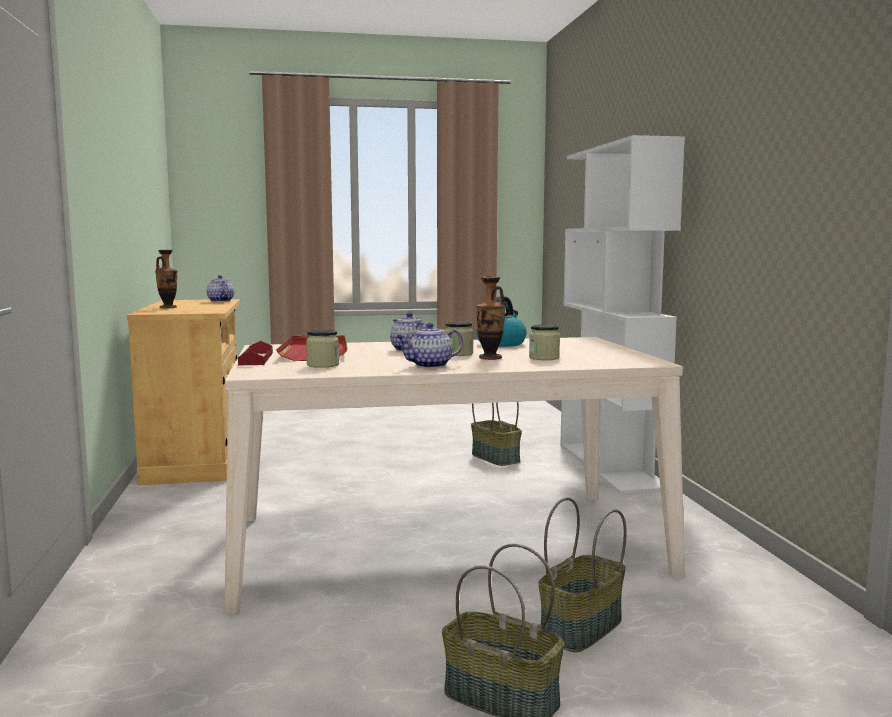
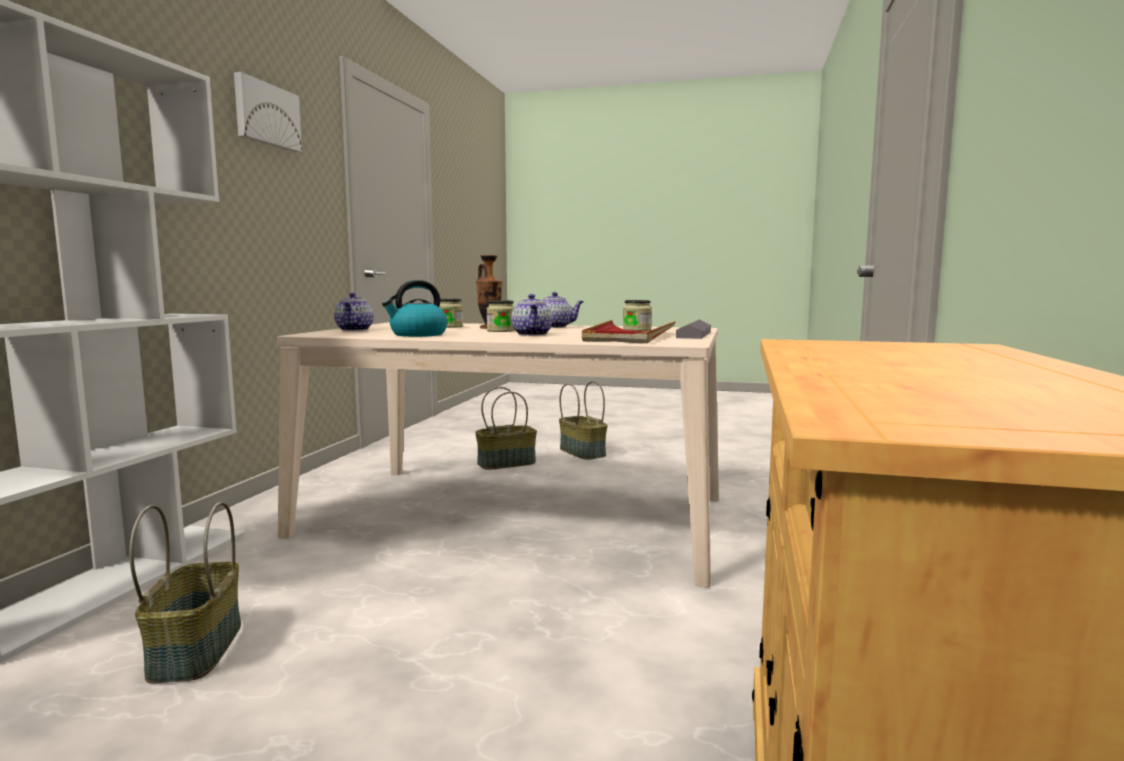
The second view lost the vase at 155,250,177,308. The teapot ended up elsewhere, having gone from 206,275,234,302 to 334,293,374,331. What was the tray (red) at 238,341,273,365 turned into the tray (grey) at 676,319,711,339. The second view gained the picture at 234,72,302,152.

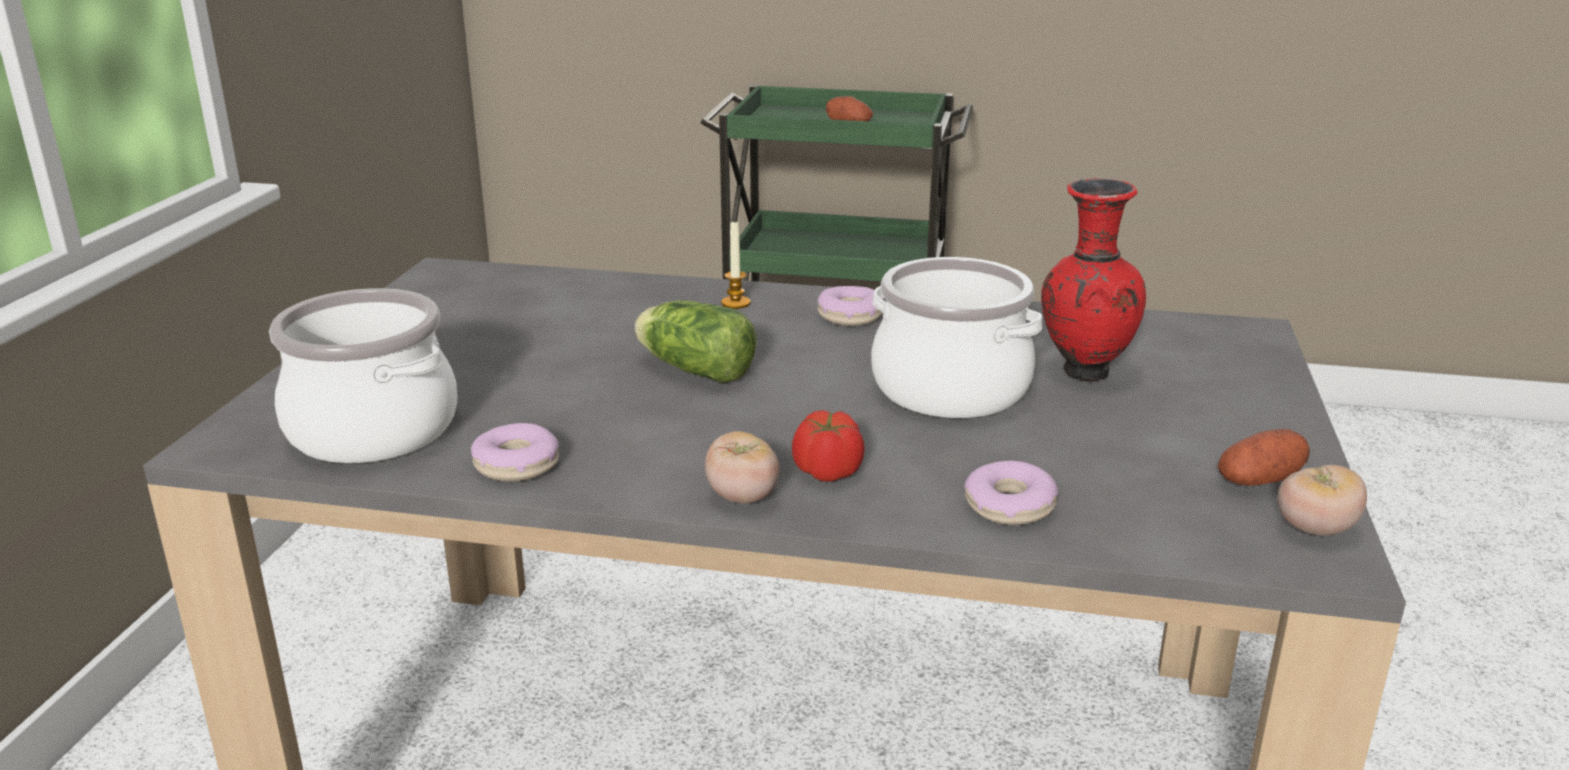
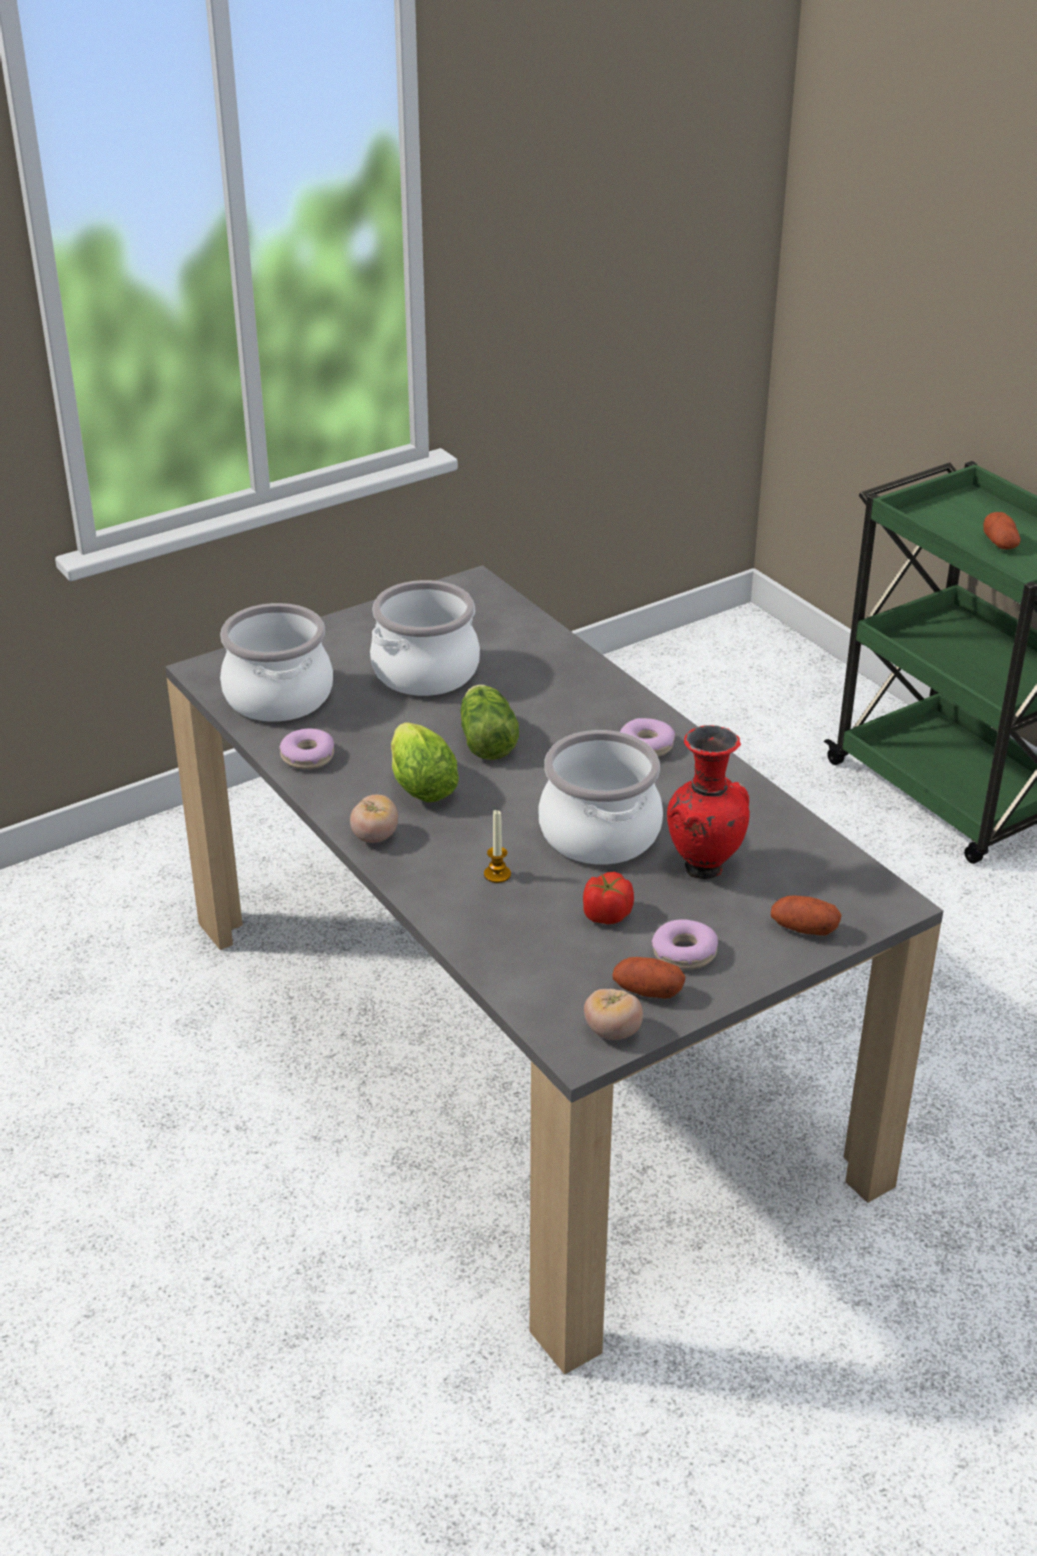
The candle ended up elsewhere, having gone from 721,219,751,309 to 484,810,511,883. The tomato ended up elsewhere, having gone from 792,410,865,482 to 583,872,634,924. The donut ended up elsewhere, having gone from 964,460,1058,525 to 651,919,718,970. The second view gained the cooking pot at 370,580,480,696. The second view gained the lettuce at 391,722,459,802. The second view gained the potato at 771,895,841,936.

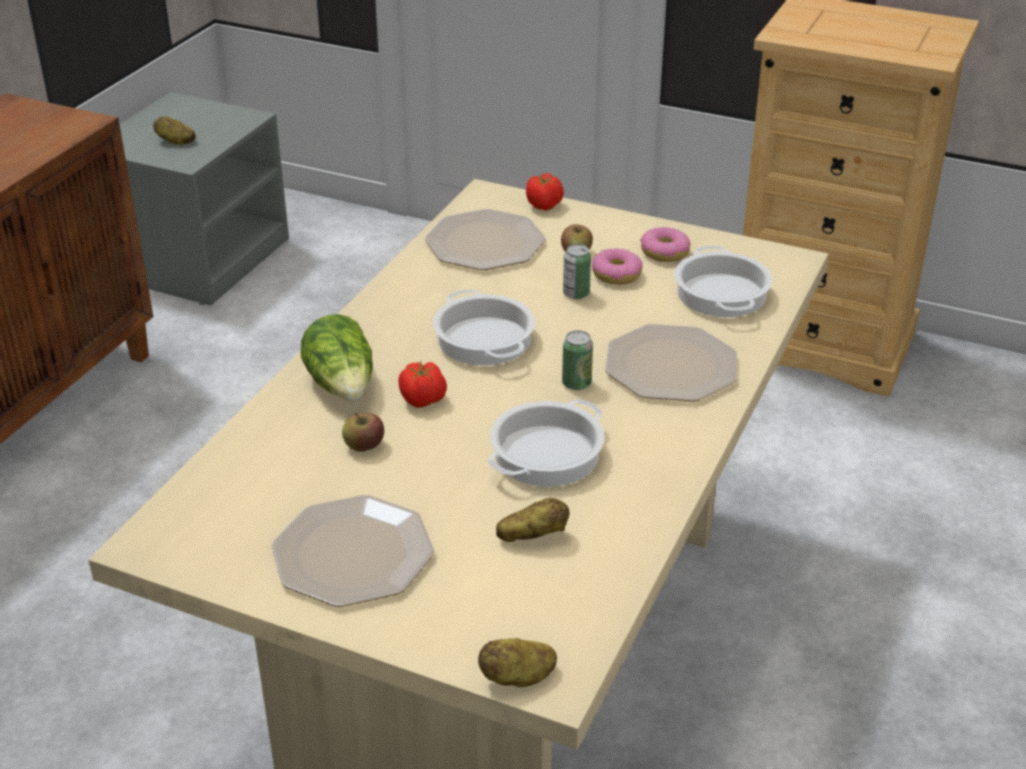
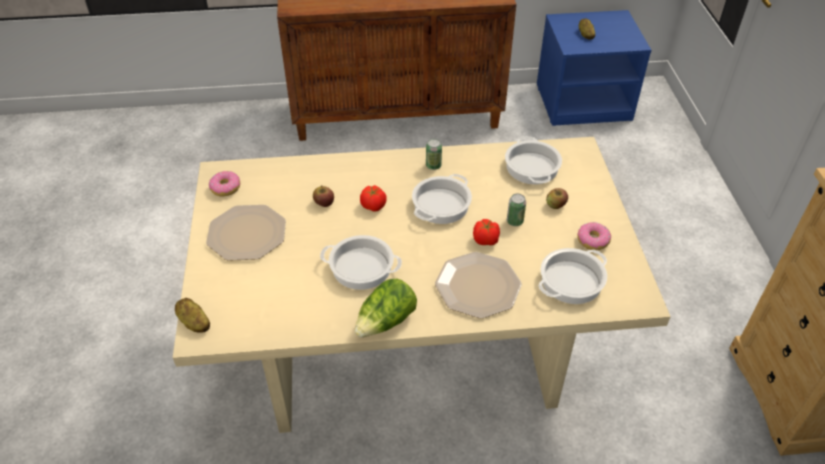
What was the nightstand (grey) at 120,92,289,306 turned into the nightstand (blue) at 537,10,651,126. The tomato ended up elsewhere, having gone from 526,173,564,211 to 473,219,500,246. Where the plate stood at 425,209,546,270, the cooking pot came to stand at 505,136,562,184. The donut ended up elsewhere, having gone from 592,248,643,284 to 209,171,240,196. The lettuce ended up elsewhere, having gone from 301,314,373,401 to 355,279,417,337. The can ended up elsewhere, having gone from 562,331,593,390 to 426,139,442,170. The second view lost the potato at 496,498,569,542.

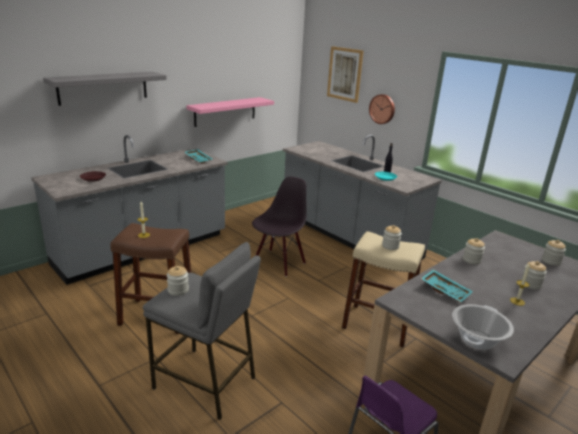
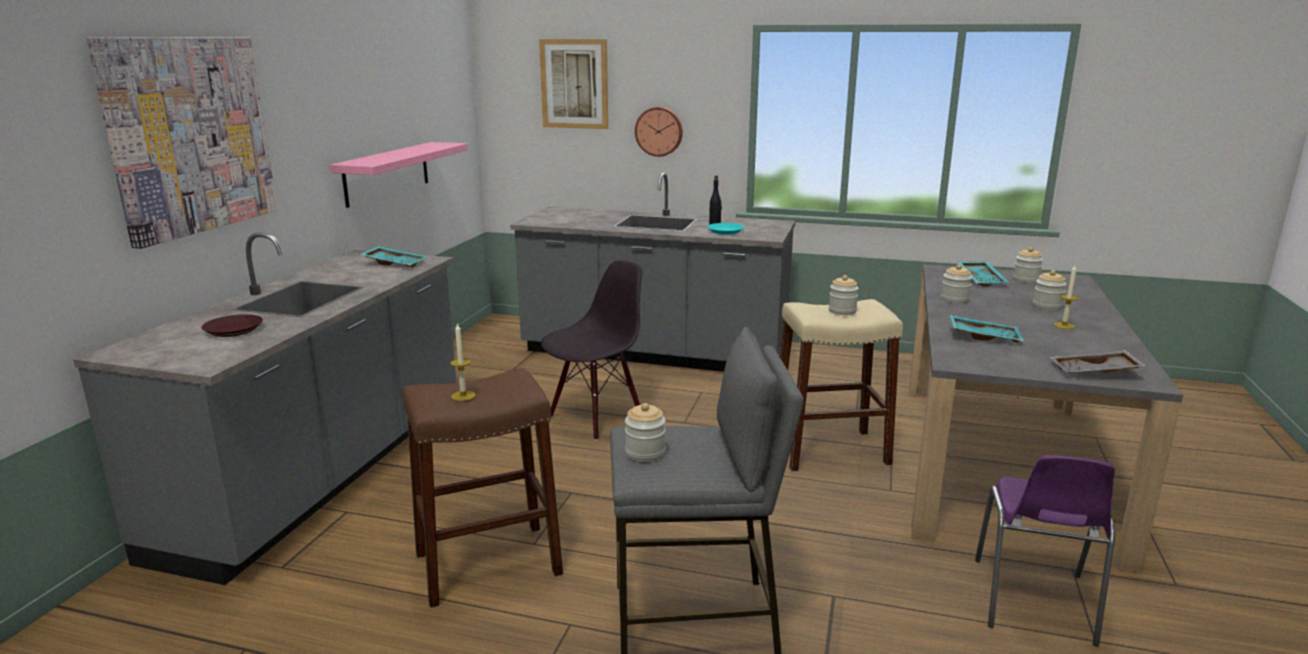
Where the shelf (grey) hung at 43,72,167,106, the picture came to hang at 86,37,278,249. The chair (black) at 252,177,307,277 ended up facing another way, 45 degrees clockwise from before. Where the cooking pot stood at 452,304,514,350, the tray (grey) came to stand at 1050,350,1147,374. The second view gained the tray (turquoise) at 957,261,1009,287.

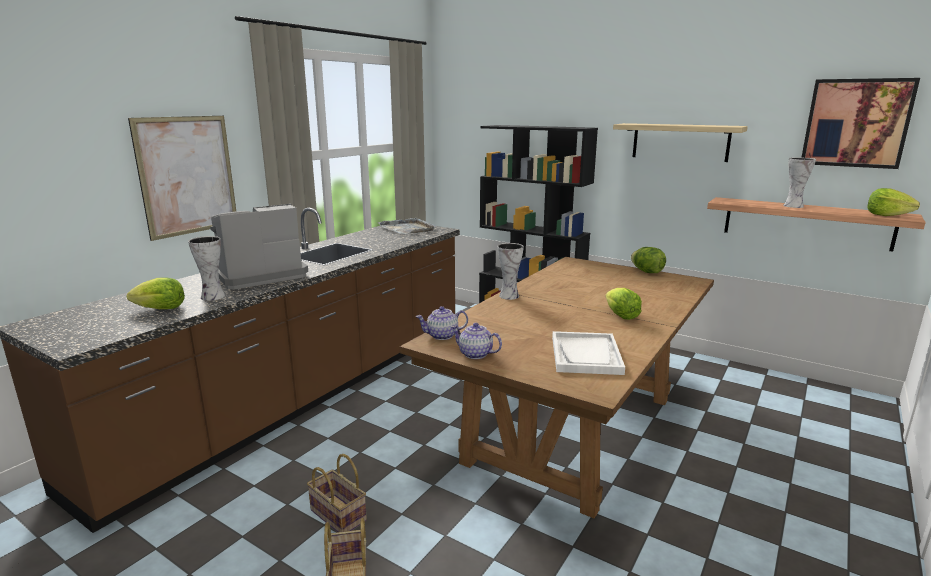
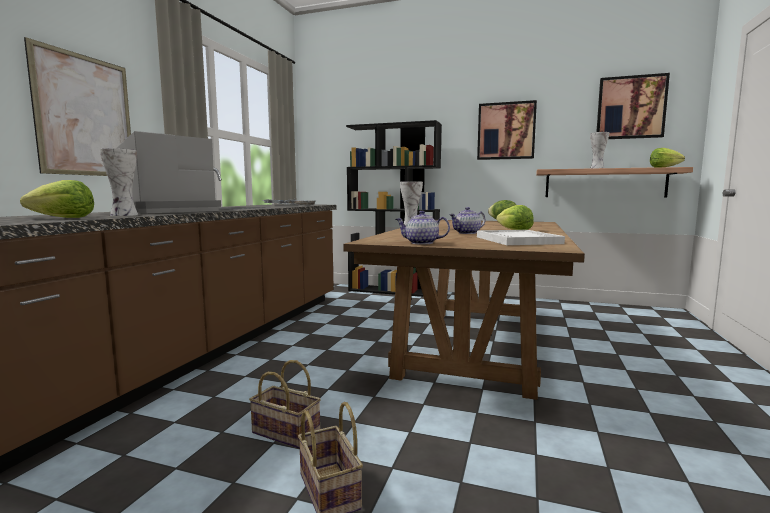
Where the shelf hung at 613,123,748,162, the picture came to hang at 477,100,537,160. The teapot ended up elsewhere, having gone from 416,306,468,340 to 449,207,486,234.

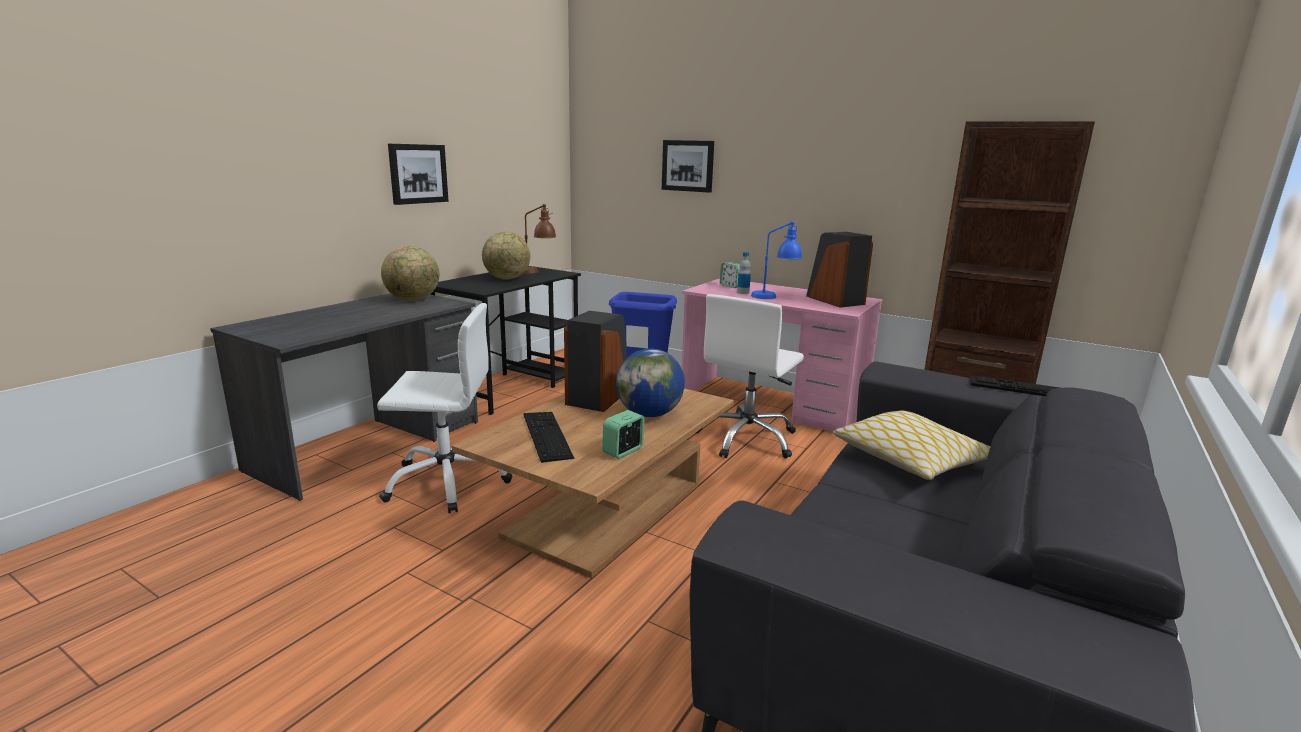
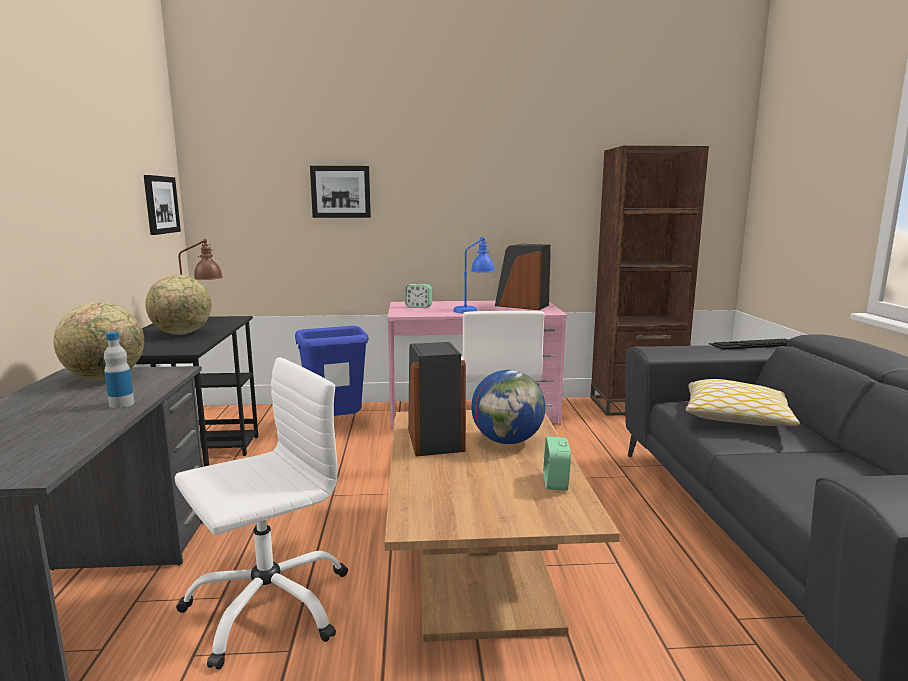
The picture ended up elsewhere, having gone from 388,144,449,205 to 144,175,181,235. The bottle ended up elsewhere, having gone from 737,252,751,294 to 104,332,134,408. The second view lost the keyboard at 524,412,574,463.

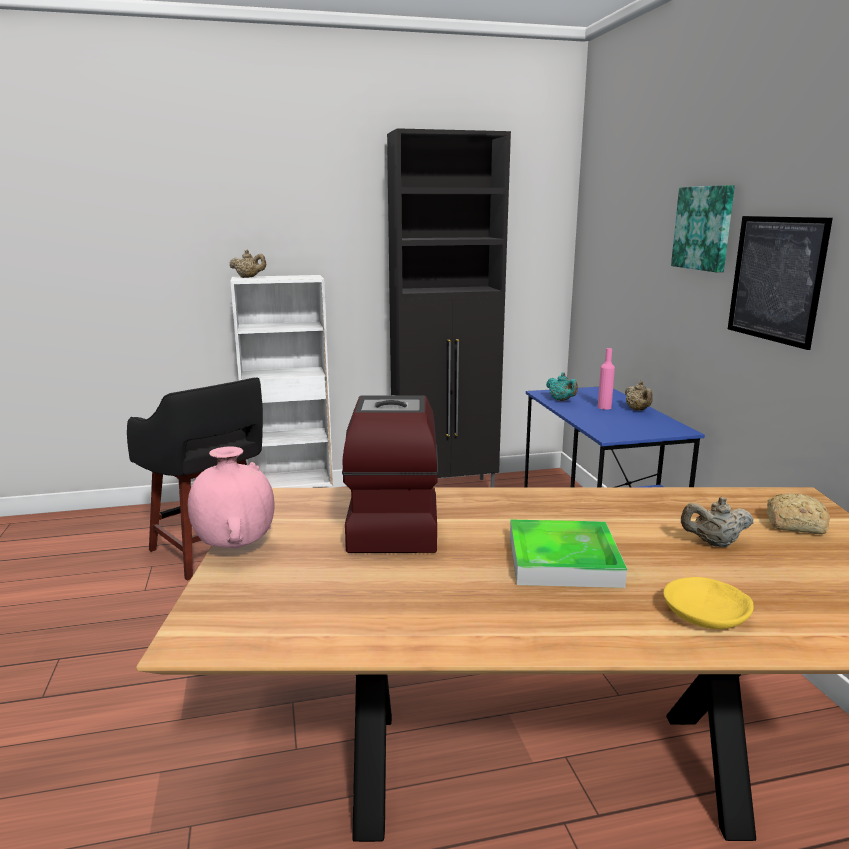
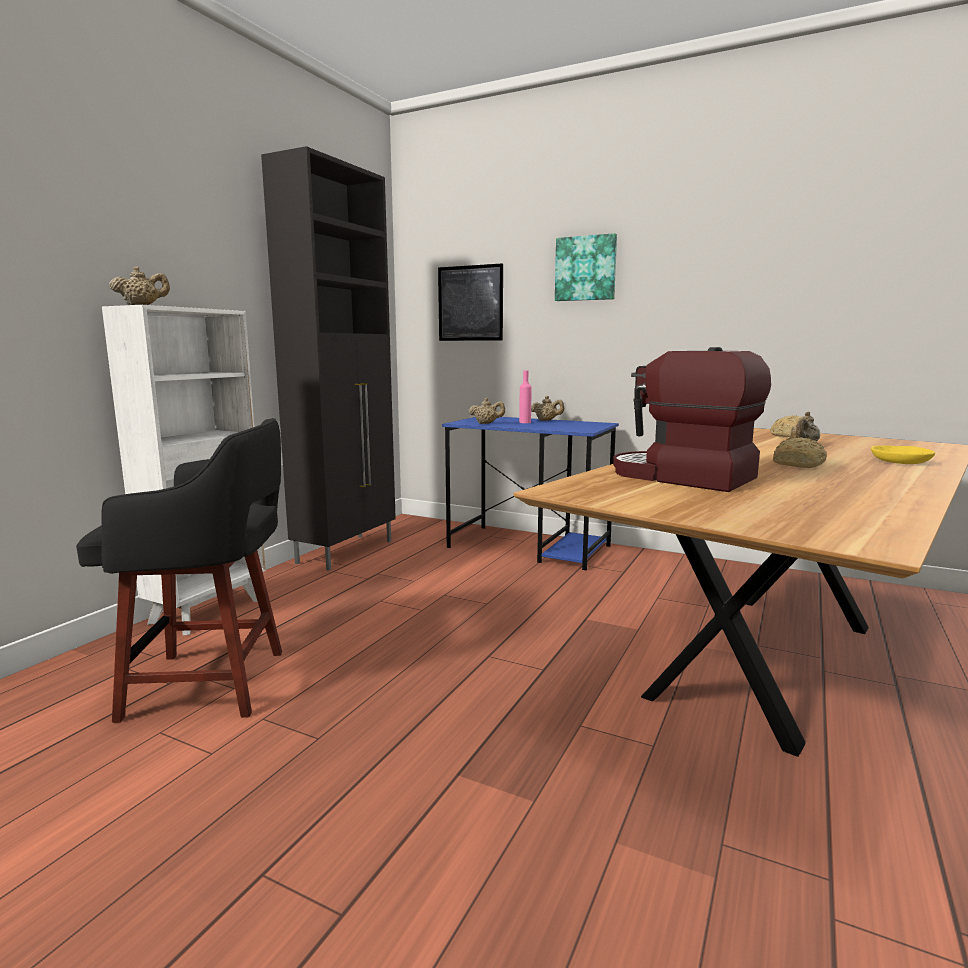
The picture ended up elsewhere, having gone from 728,216,833,350 to 438,263,503,341. What was the teapot (turquoise) at 546,372,578,401 turned into the teapot (beige) at 468,398,505,424. The second view lost the vase (pink) at 188,446,274,549. Where the tray stood at 510,520,627,588, the bread came to stand at 773,437,827,468.

